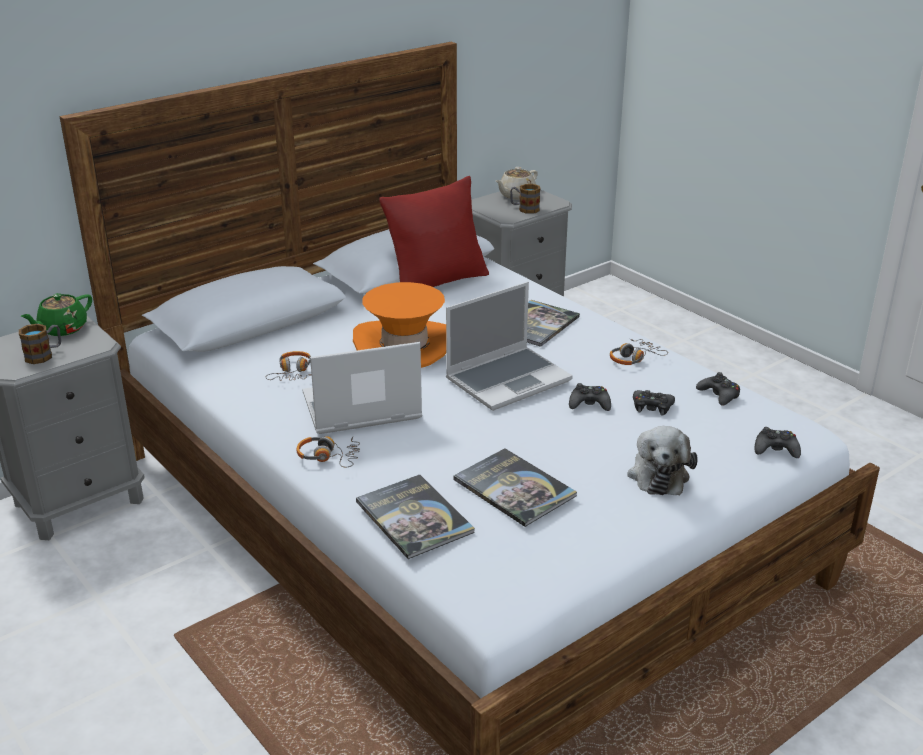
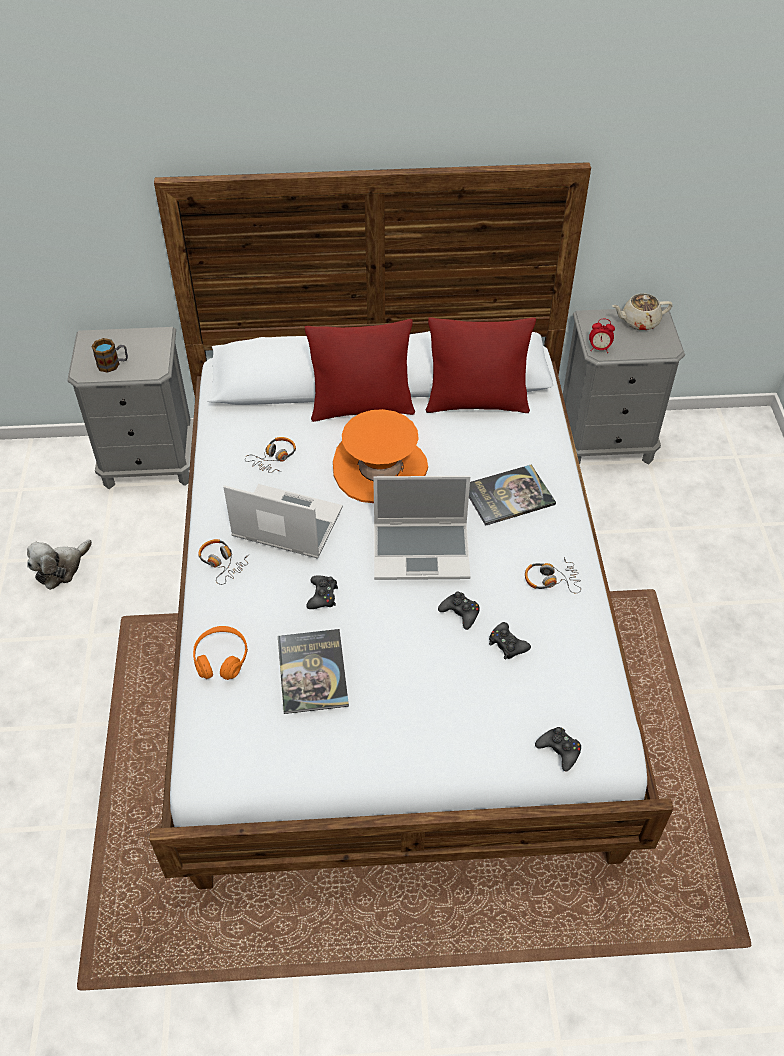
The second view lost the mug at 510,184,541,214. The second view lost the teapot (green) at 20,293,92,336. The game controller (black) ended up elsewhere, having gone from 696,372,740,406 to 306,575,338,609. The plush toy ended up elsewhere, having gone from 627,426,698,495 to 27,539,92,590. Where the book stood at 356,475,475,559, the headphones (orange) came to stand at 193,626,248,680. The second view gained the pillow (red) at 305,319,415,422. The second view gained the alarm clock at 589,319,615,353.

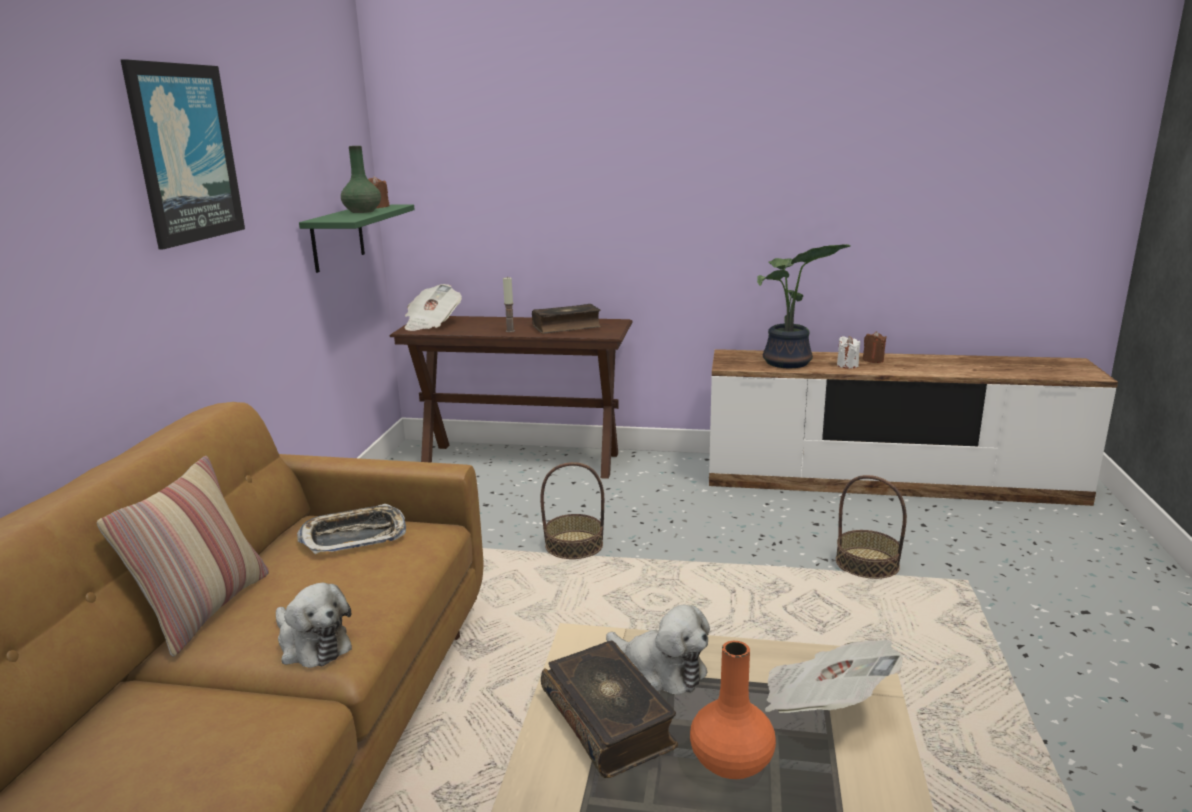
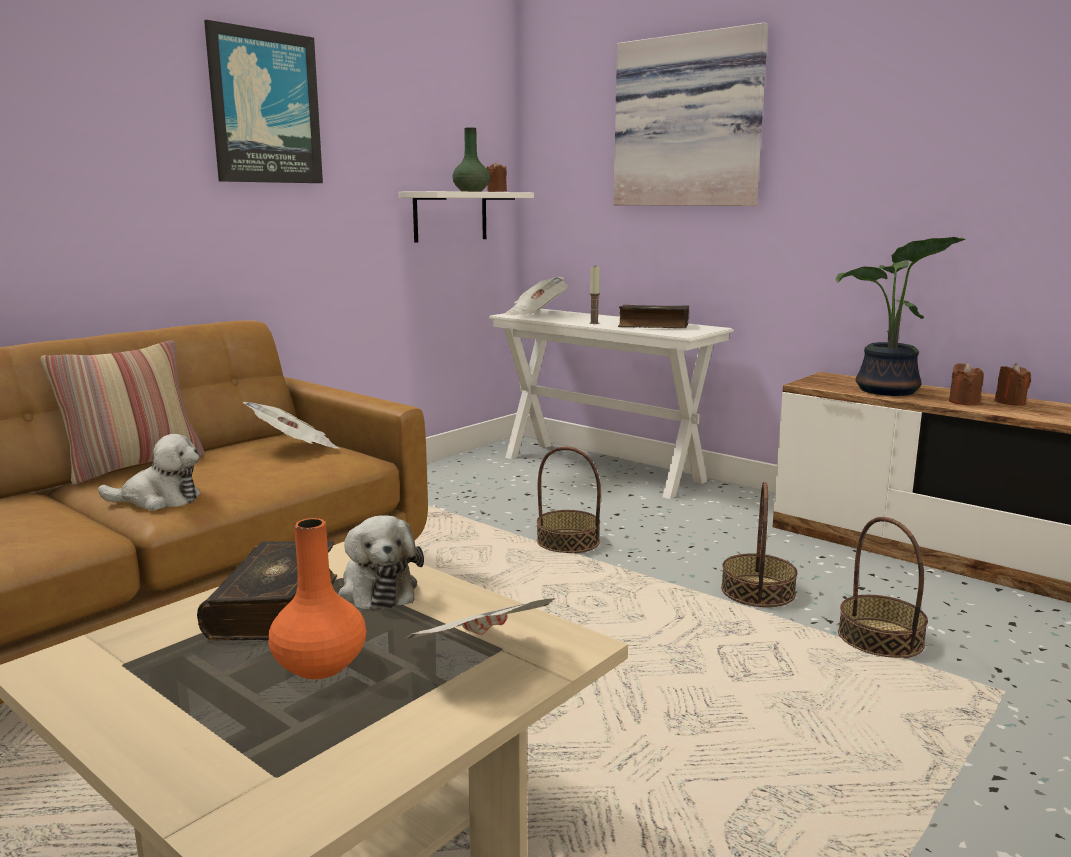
What was the shelf (green) at 299,204,415,273 turned into the shelf (white) at 399,191,534,243. What was the console table (brown) at 390,316,632,479 turned into the console table (white) at 489,309,734,499. What was the candle (white) at 837,336,860,369 turned into the candle (brown) at 949,362,984,405. Where the tray stood at 297,504,406,554, the newspaper came to stand at 243,402,340,449. The plush toy at 276,583,352,668 ended up facing another way, 75 degrees counterclockwise from before. The second view gained the picture at 613,22,768,206. The second view gained the basket at 721,482,797,607.

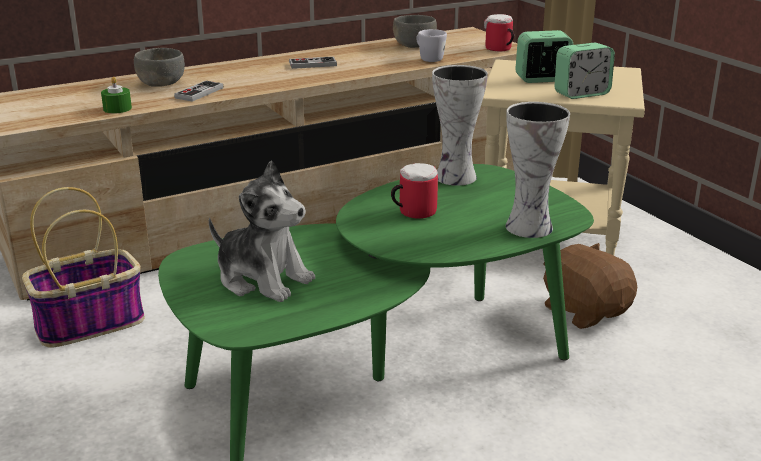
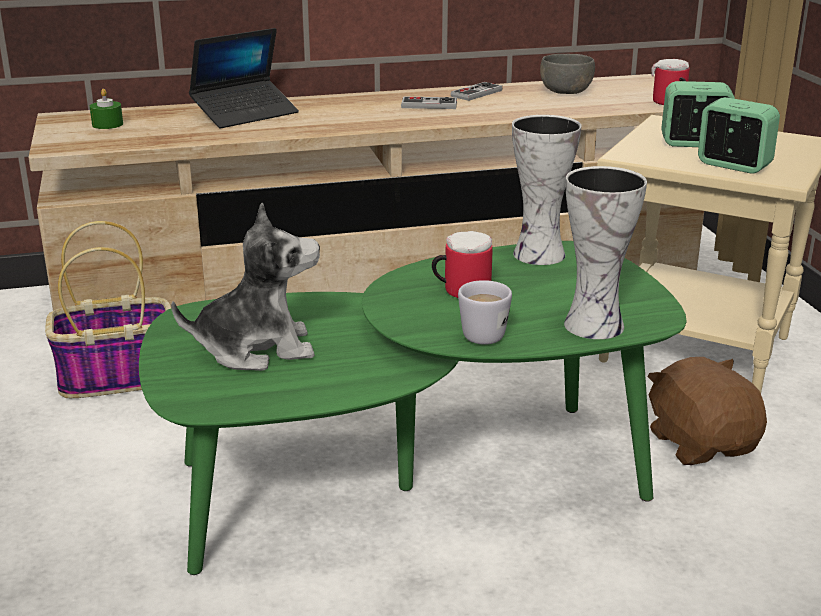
The mug (white) ended up elsewhere, having gone from 416,29,447,62 to 458,280,512,345. The alarm clock at 554,43,615,99 ended up facing another way, 135 degrees counterclockwise from before. Where the bowl (grey) stood at 134,48,185,87, the laptop came to stand at 189,28,299,128. The candle (green) ended up elsewhere, having gone from 101,77,132,113 to 90,89,123,129. The game controller ended up elsewhere, having gone from 174,81,223,102 to 451,82,502,101. The plush toy at 209,160,315,302 ended up facing another way, 60 degrees counterclockwise from before.

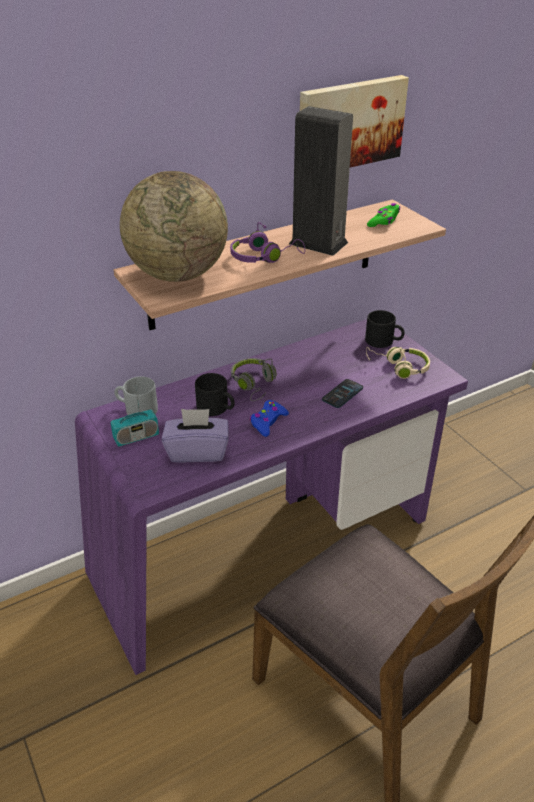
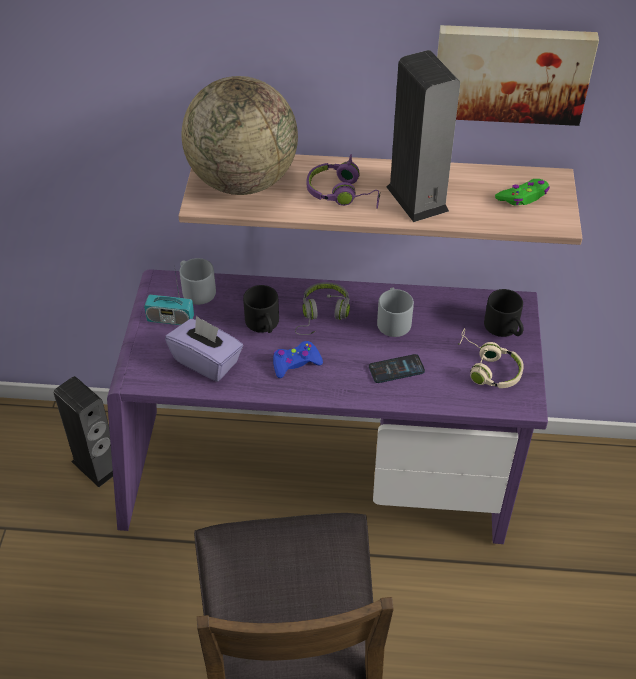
The second view gained the mug (grey) at 377,288,414,337. The second view gained the speaker at 53,376,113,487.

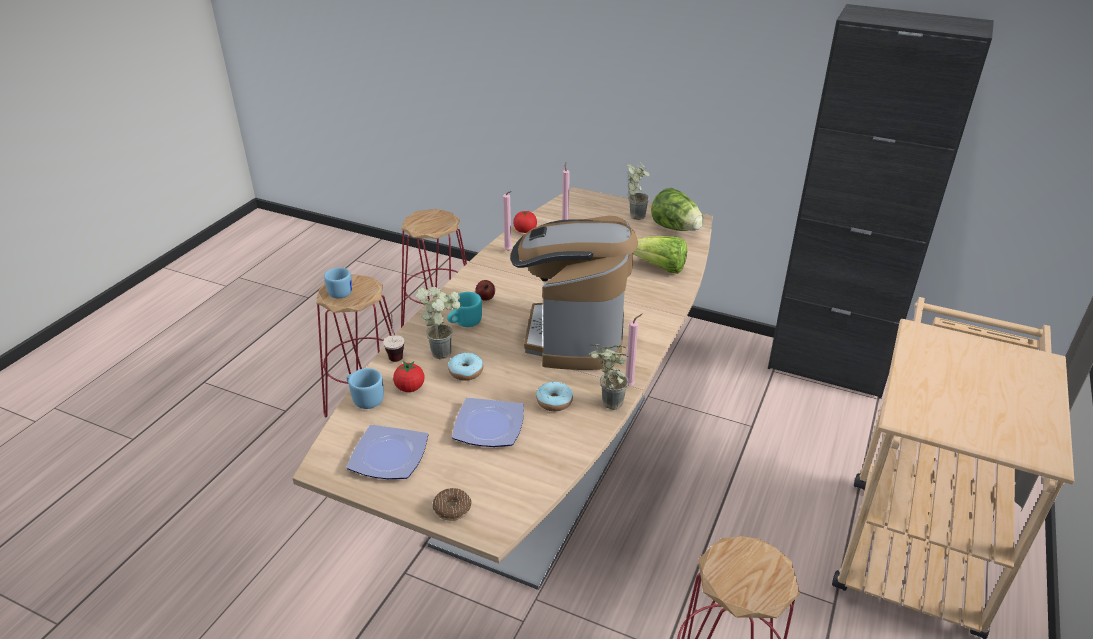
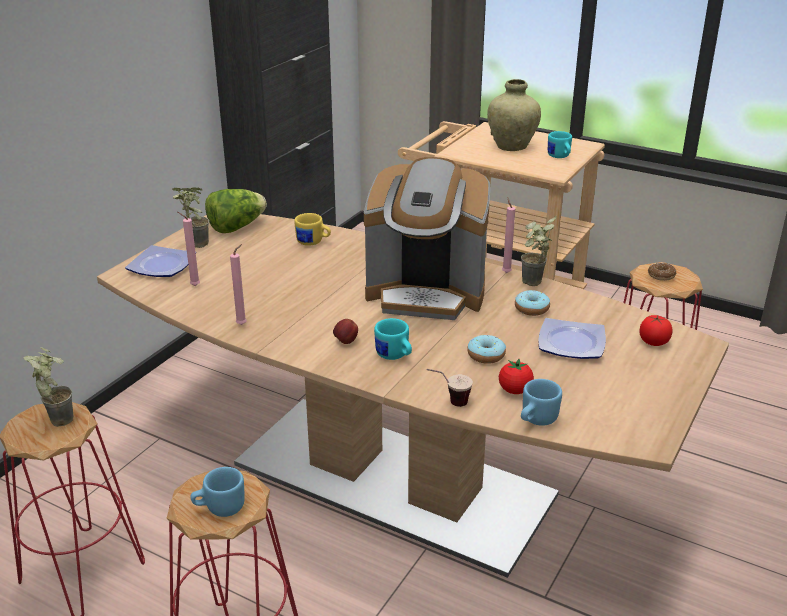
The tomato ended up elsewhere, having gone from 513,211,537,233 to 639,315,672,346. Where the lettuce stood at 633,236,687,274, the mug (yellow) came to stand at 294,213,331,246. The potted plant ended up elsewhere, having gone from 416,287,461,360 to 23,347,74,427. The plate ended up elsewhere, having gone from 346,425,428,479 to 125,245,196,277. The donut ended up elsewhere, having gone from 433,488,471,521 to 648,263,676,281. The second view gained the vase (beige) at 487,79,541,151. The second view gained the mug (turquoise) at 548,131,572,158.

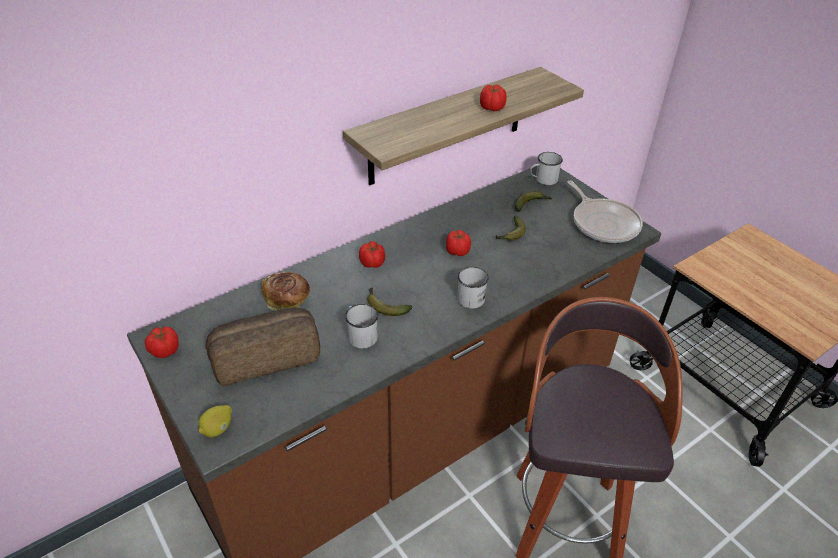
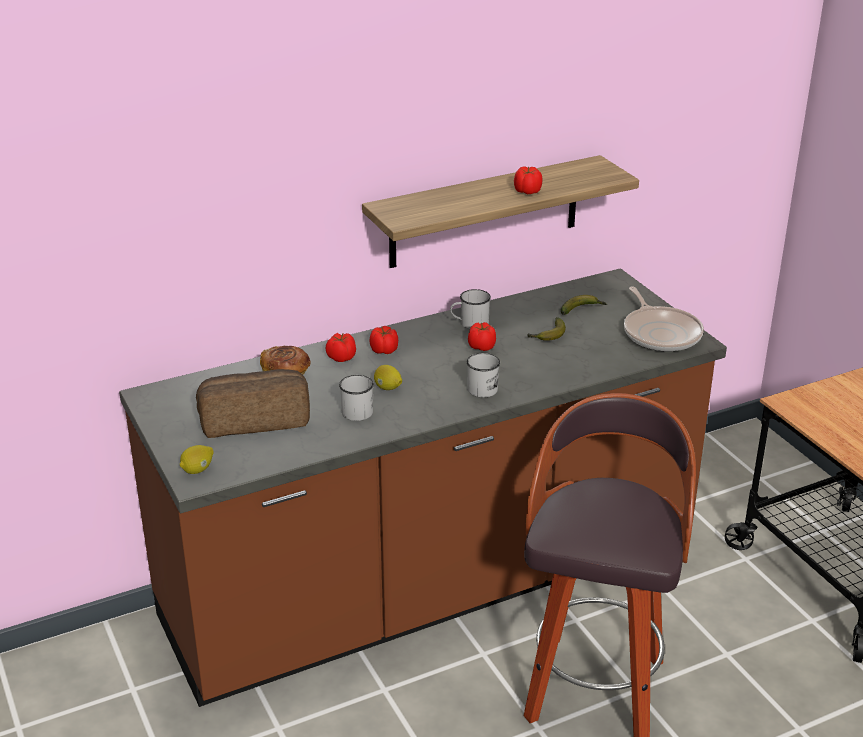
The mug (white) ended up elsewhere, having gone from 530,152,563,185 to 450,289,491,329. Where the banana stood at 367,287,412,316, the lemon came to stand at 374,365,402,390. The tomato ended up elsewhere, having gone from 145,327,179,358 to 325,332,356,362.

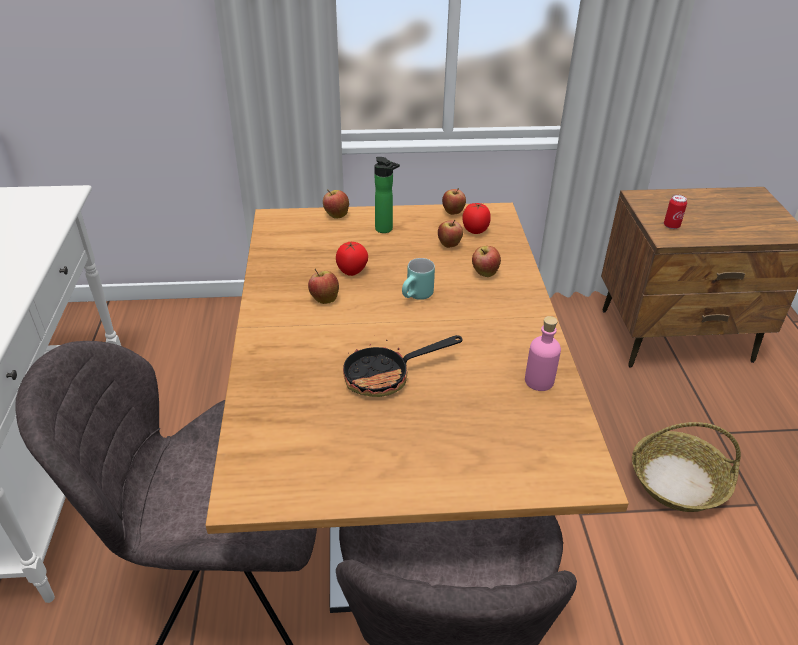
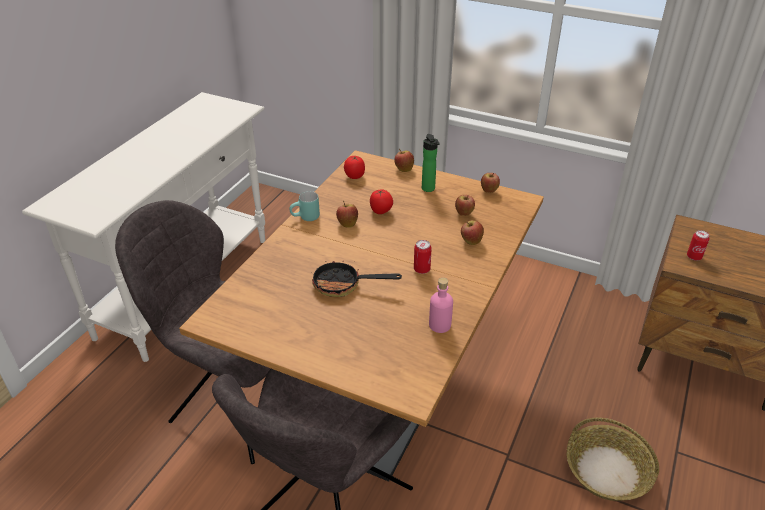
The tomato ended up elsewhere, having gone from 462,203,491,234 to 344,156,365,179. The mug (turquoise) ended up elsewhere, having gone from 402,258,435,300 to 289,191,320,221. The second view gained the can at 414,240,432,274.

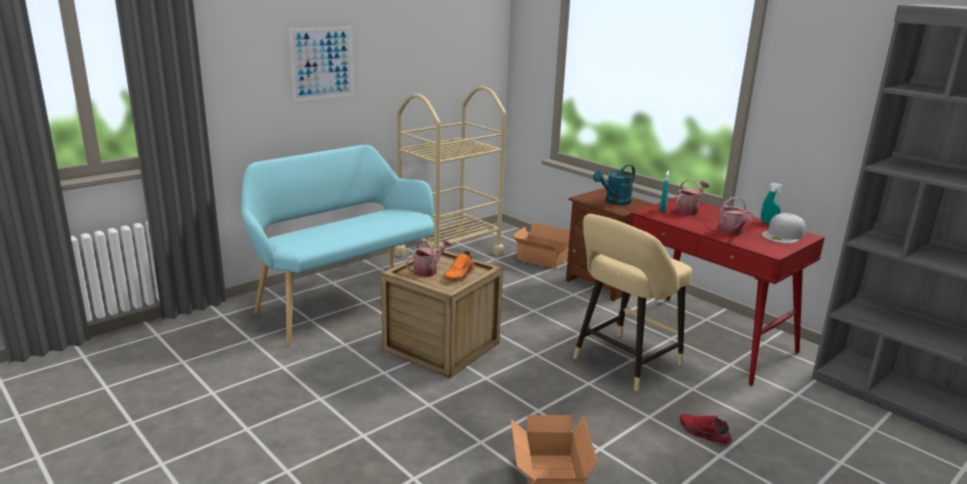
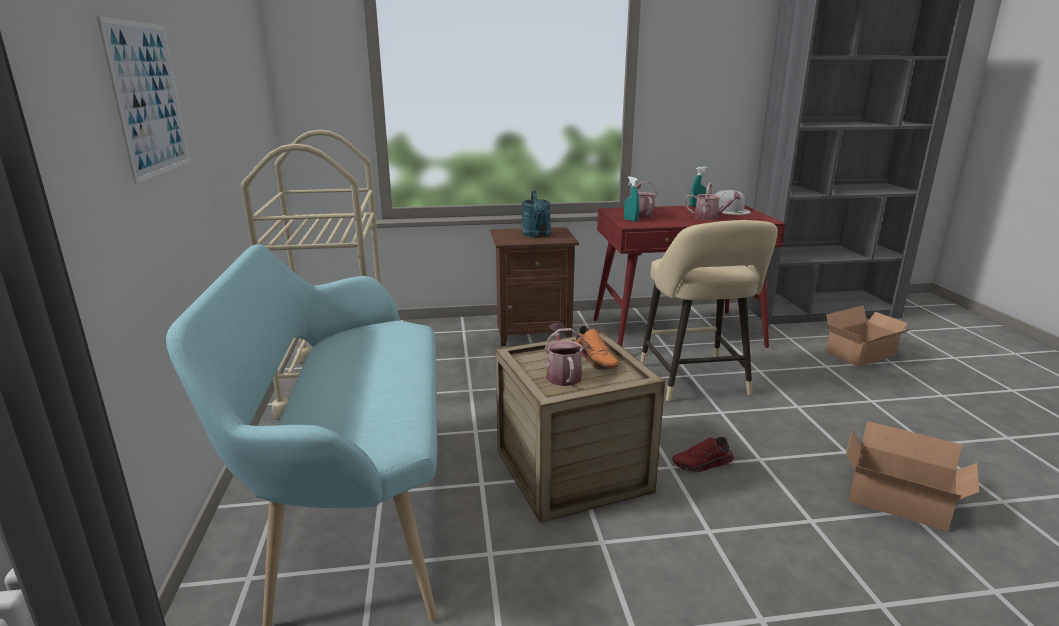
The cardboard box ended up elsewhere, having gone from 513,222,570,268 to 826,305,916,367. The shoe (red) ended up elsewhere, having gone from 680,414,732,445 to 672,437,734,472.

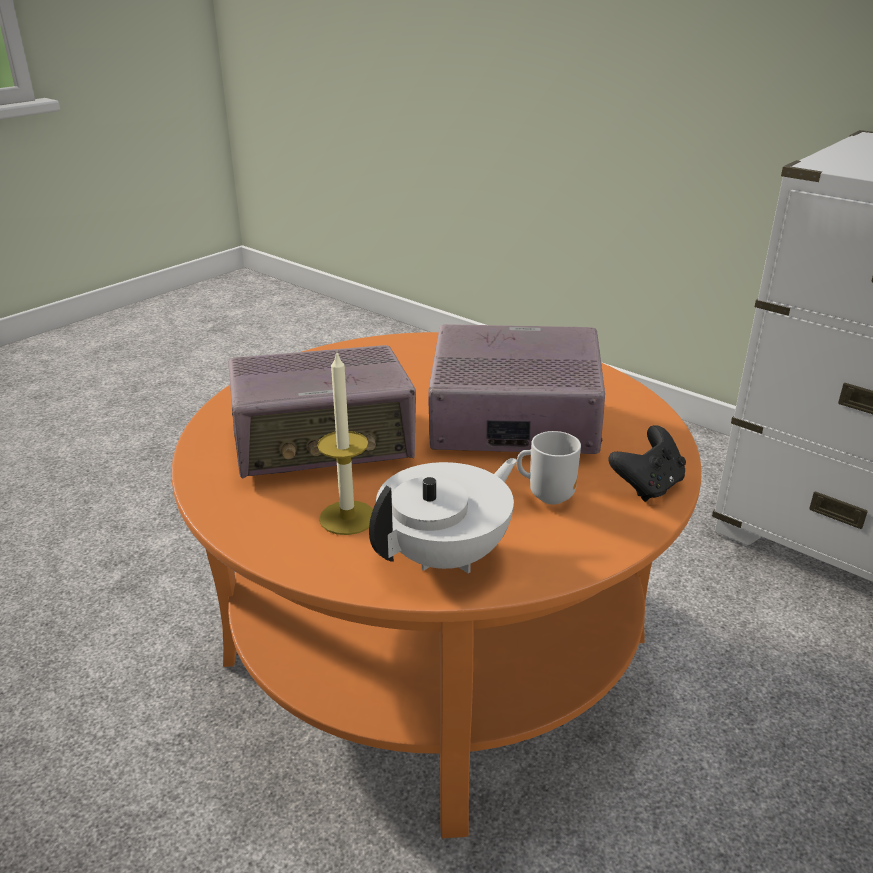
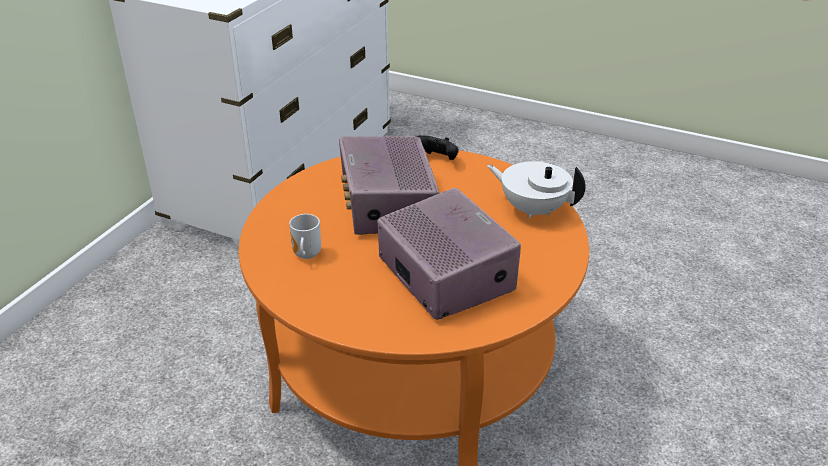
The second view lost the candle at 317,353,373,535. The mug ended up elsewhere, having gone from 516,431,581,504 to 289,214,321,259.

